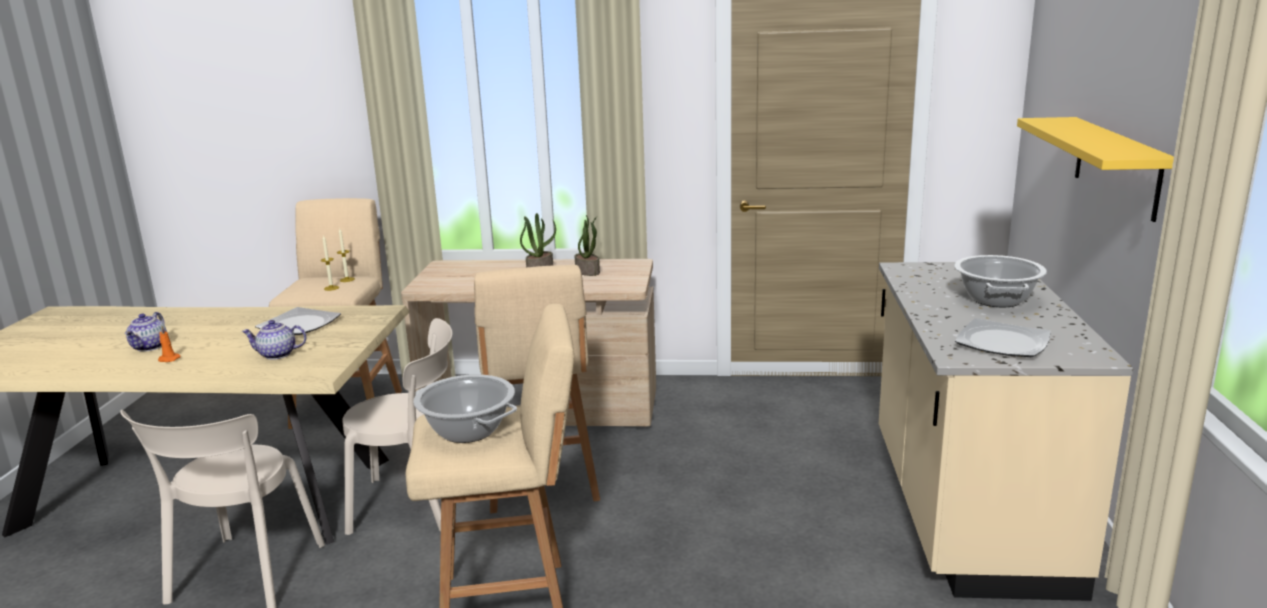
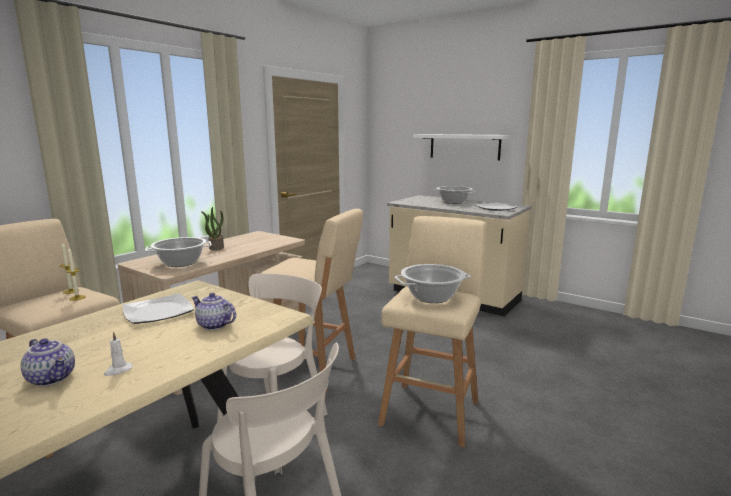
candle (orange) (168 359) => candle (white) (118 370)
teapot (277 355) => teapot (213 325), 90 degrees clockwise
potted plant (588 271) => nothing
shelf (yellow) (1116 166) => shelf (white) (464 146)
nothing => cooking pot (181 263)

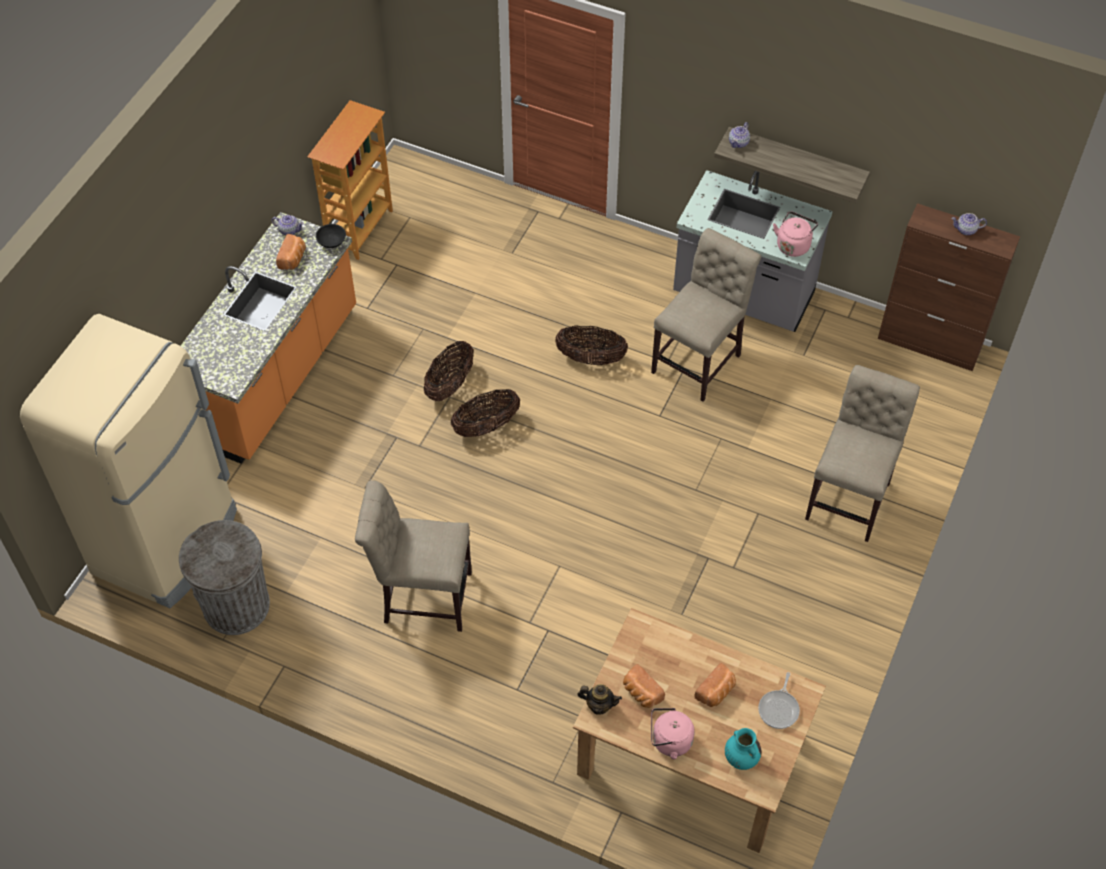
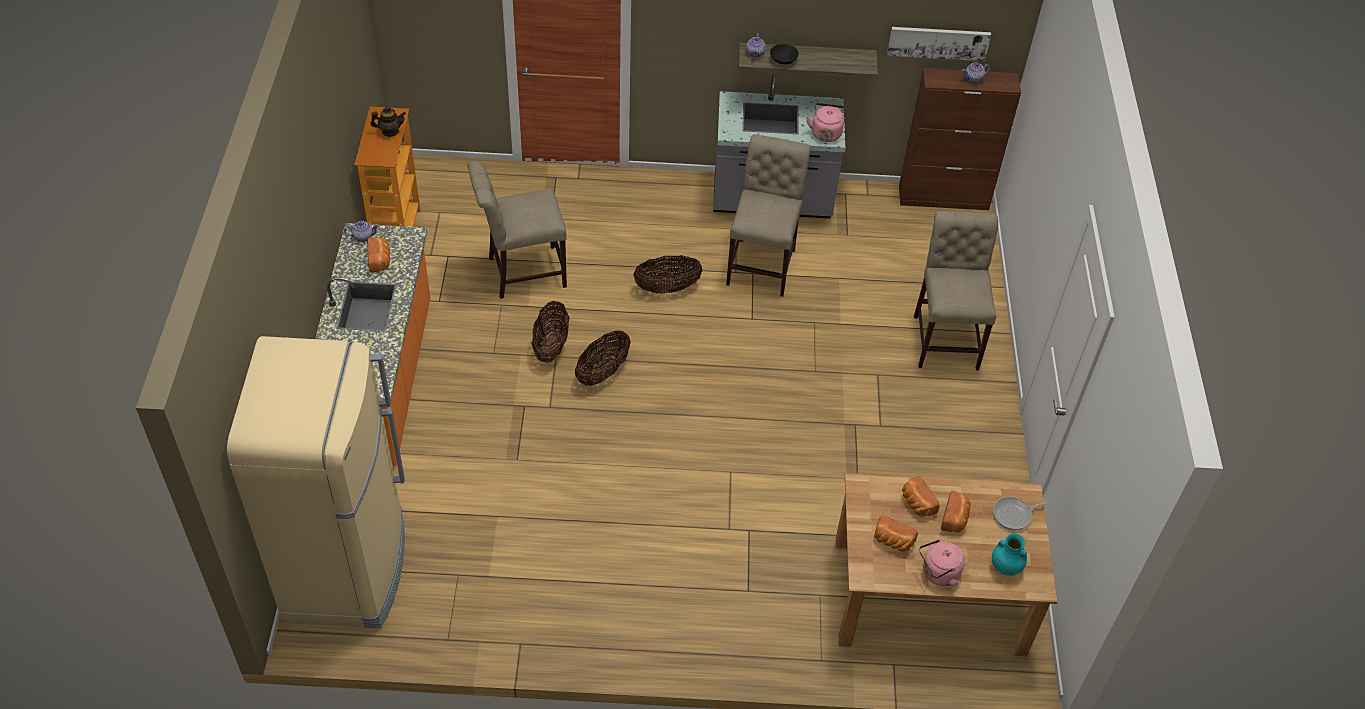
trash can (grey) (236 606) => nothing
bowl (black) (332 242) => bowl (black) (783 60), shifted
chair (beige) (422 596) => chair (beige) (522 272), shifted
teapot (599 705) => teapot (390 131), shifted
frying pan (779 709) => frying pan (1014 515), 75 degrees clockwise
nothing => picture (938 42)
nothing => bread (916 504)

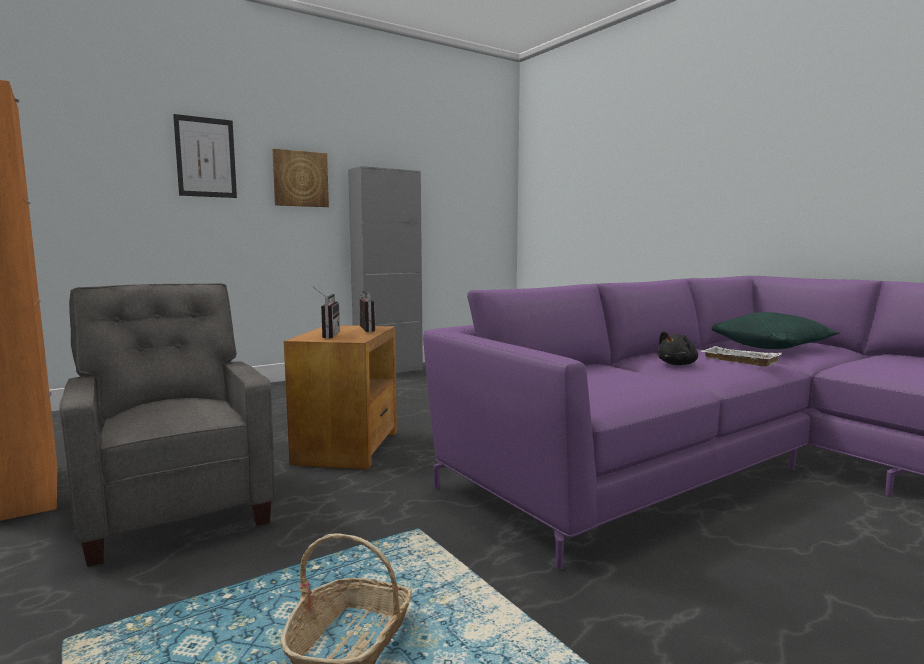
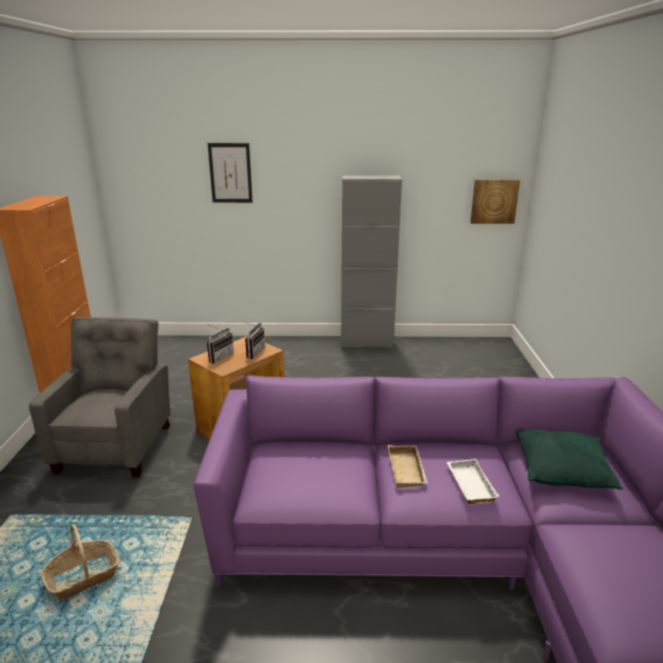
picture (300 179) => picture (494 201), shifted
plush toy (black) (678 364) => tray (beige) (408 470)

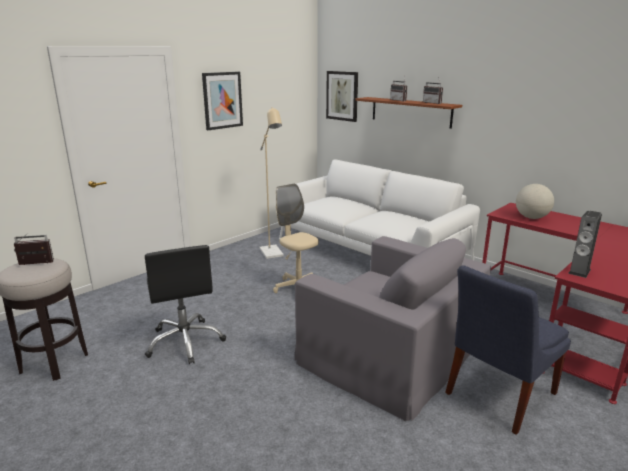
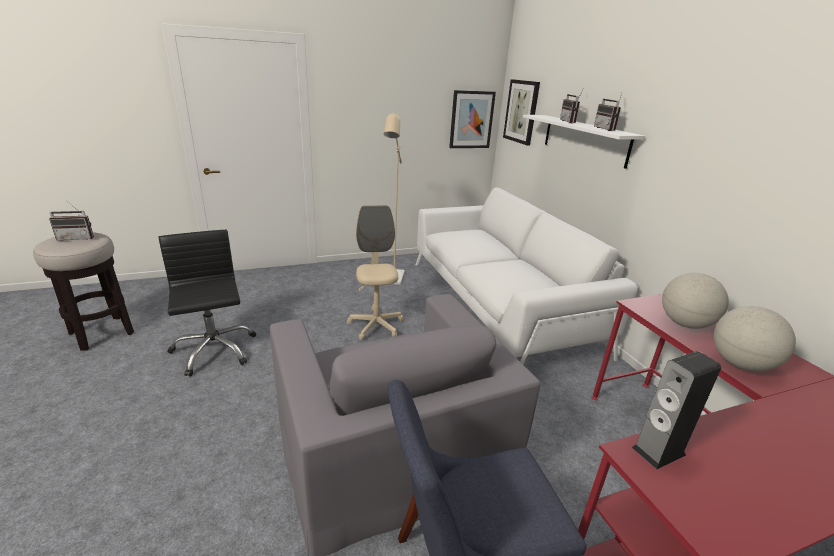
radio (35 264) => radio (77 237), 150 degrees clockwise
office chair (black) (185 342) => office chair (black) (214 350), 150 degrees clockwise
picture (222 100) => picture (471 120), shifted
shelf (brown) (410 112) => shelf (white) (584 139)
nothing => globe (740 364)

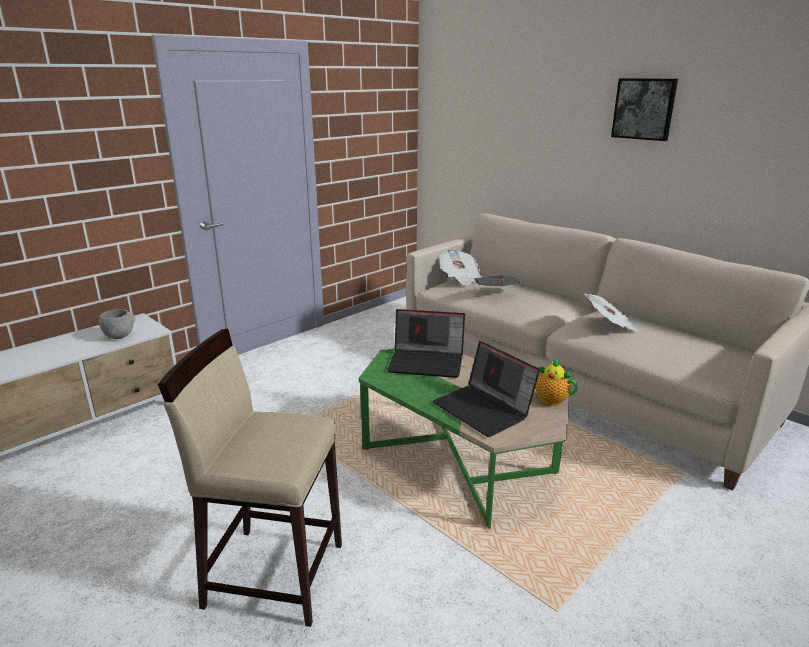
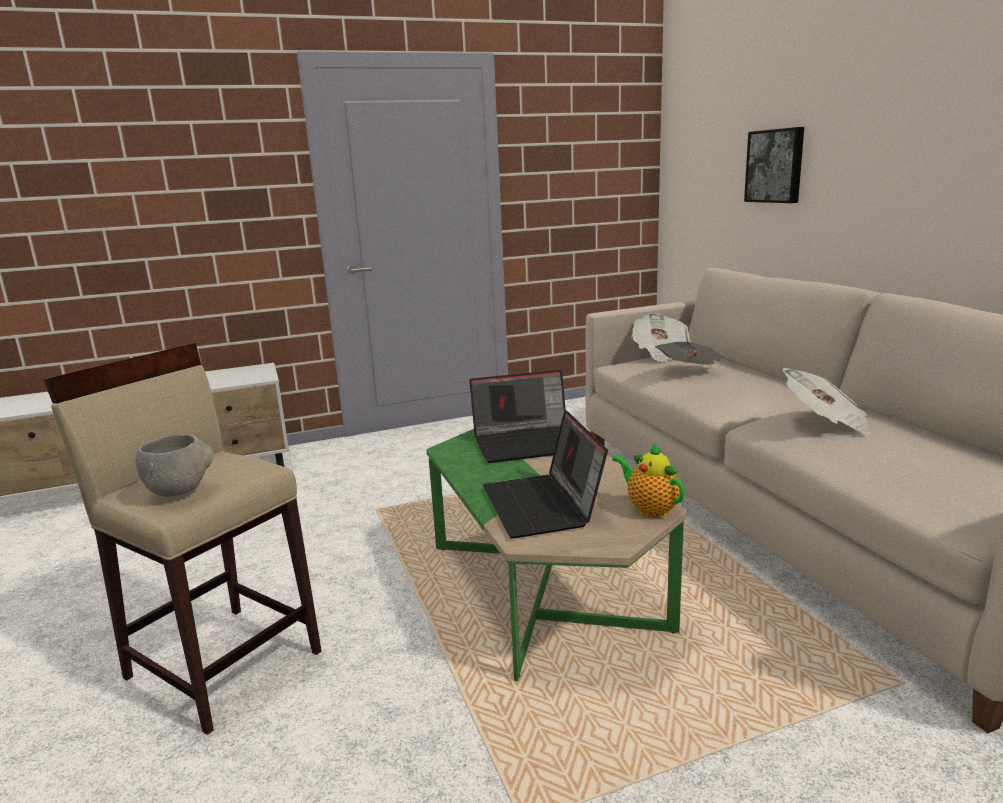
bowl (grey) (120 337) => bowl (grey) (180 492), shifted
laptop (427 362) => laptop (528 443), 45 degrees counterclockwise
picture (644 109) => picture (776 166), shifted

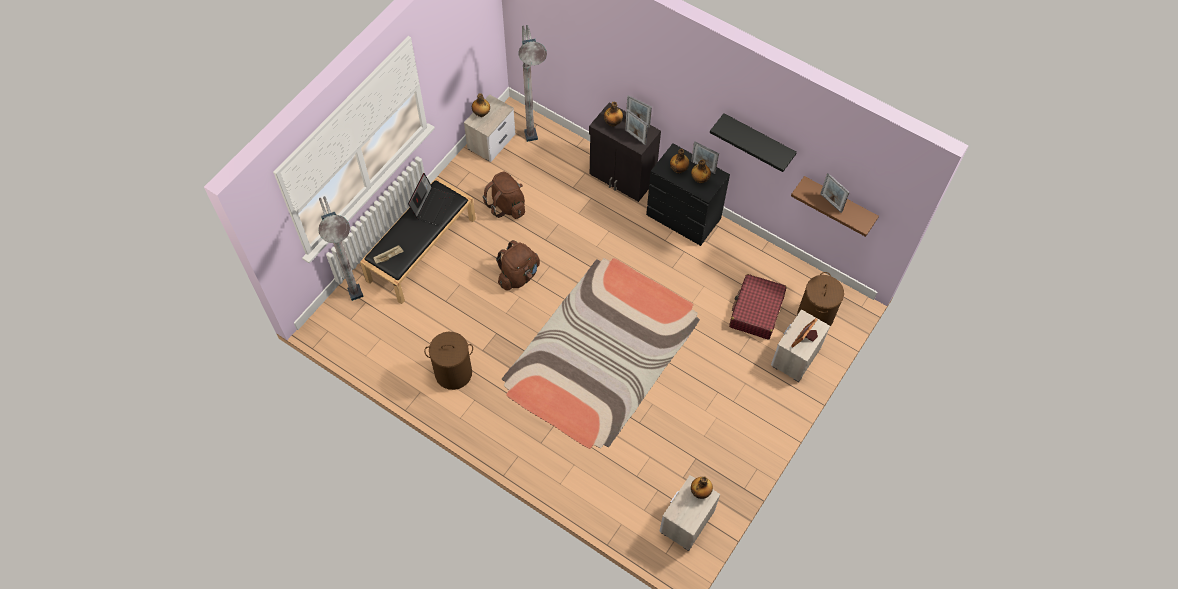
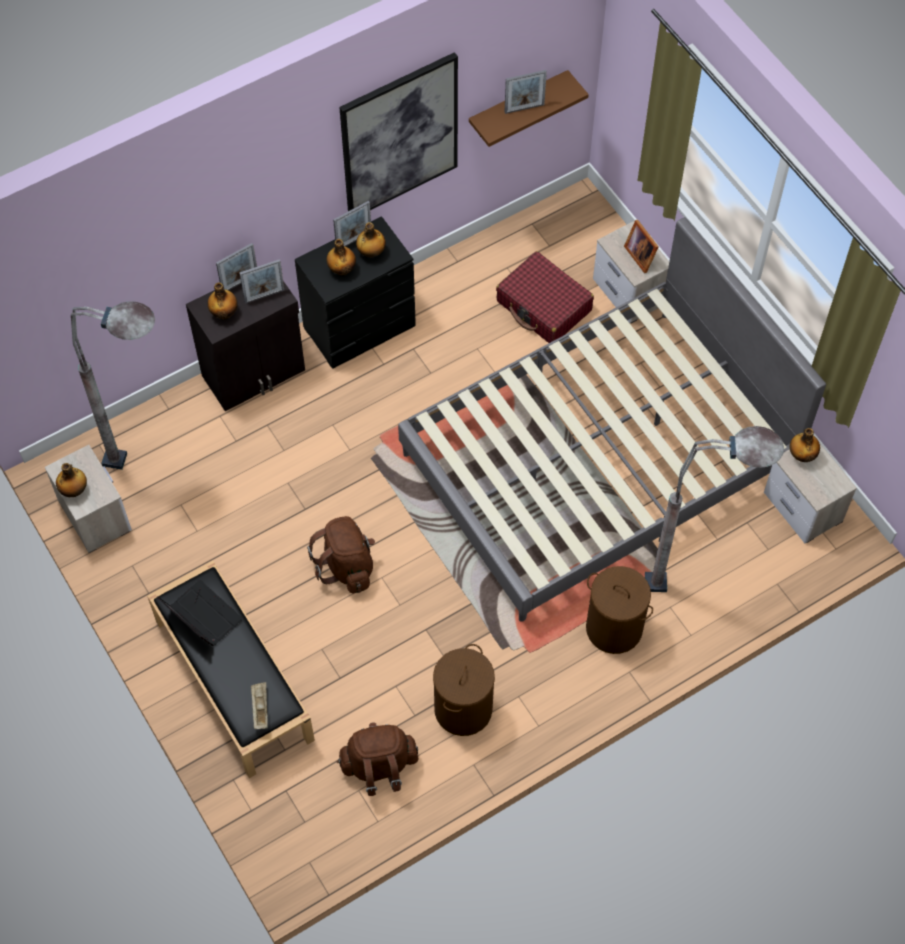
floor lamp (grey) (363 316) => floor lamp (grey) (699 584), shifted
backpack (brown) (507 205) => backpack (brown) (379 766), shifted
shelf (black) (758 140) => picture (399 136)
laundry basket (brown) (815 316) => laundry basket (brown) (613 628), shifted
nothing => bed (grey) (599 460)

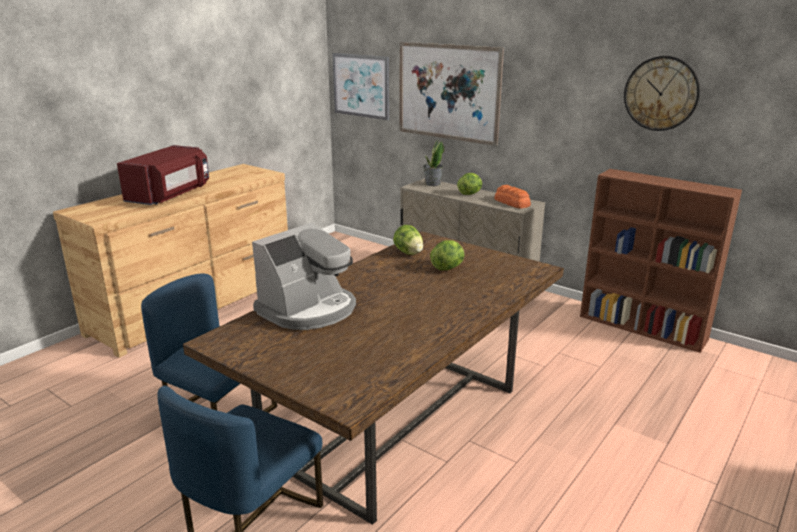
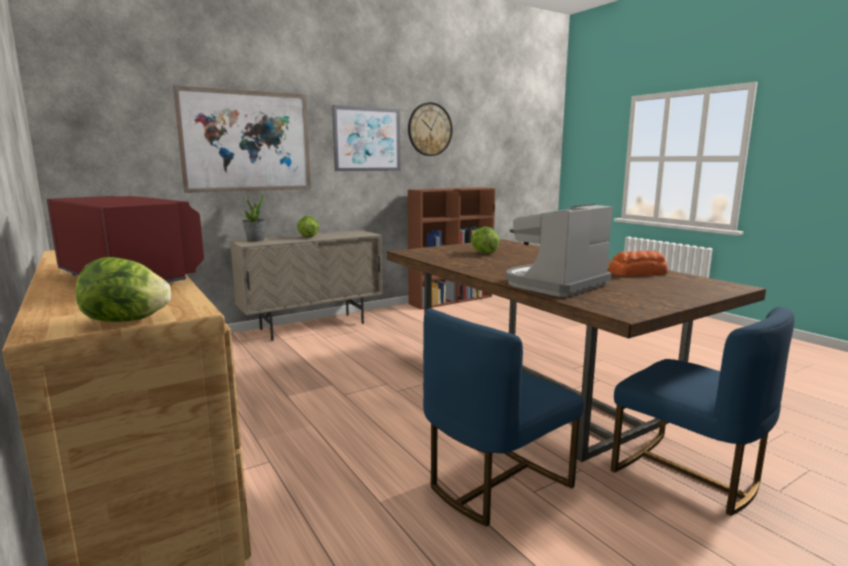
coffee machine (308 310) => coffee machine (554 284), 105 degrees counterclockwise
picture (361 86) => picture (367 139), shifted
lettuce (408 253) => lettuce (126 321), shifted
bread (512 203) => bread (638 273), shifted

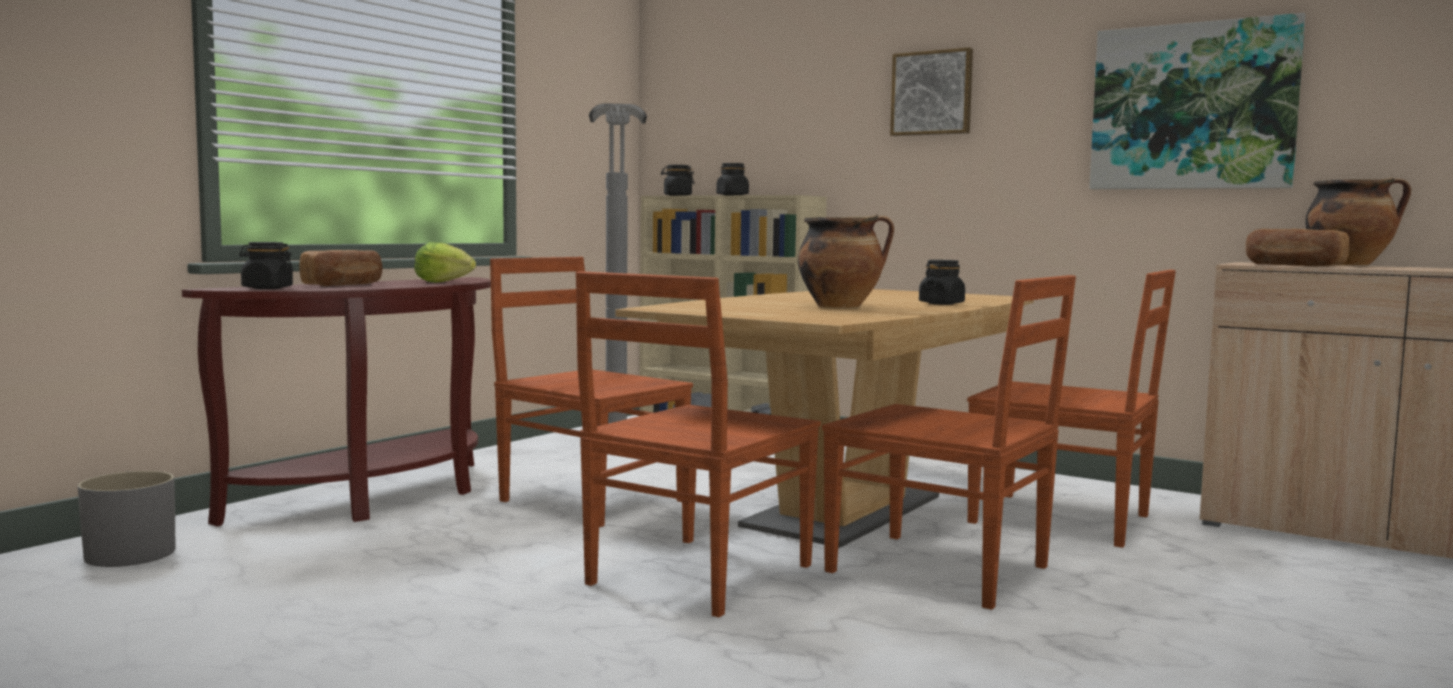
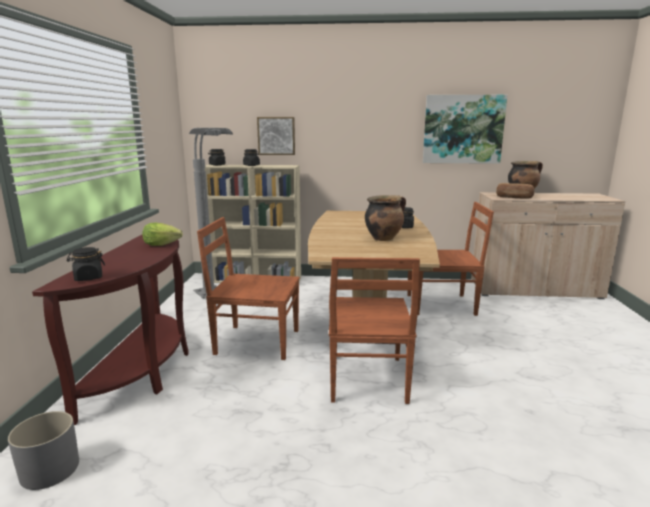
bread (344 284) => nothing
chair (brown) (942 570) => nothing
picture (932 93) => picture (276 136), shifted

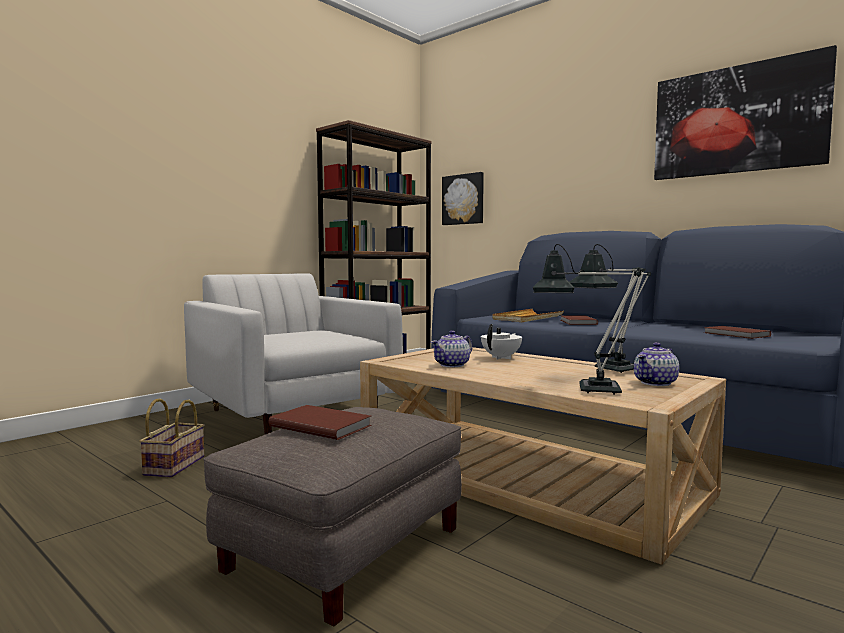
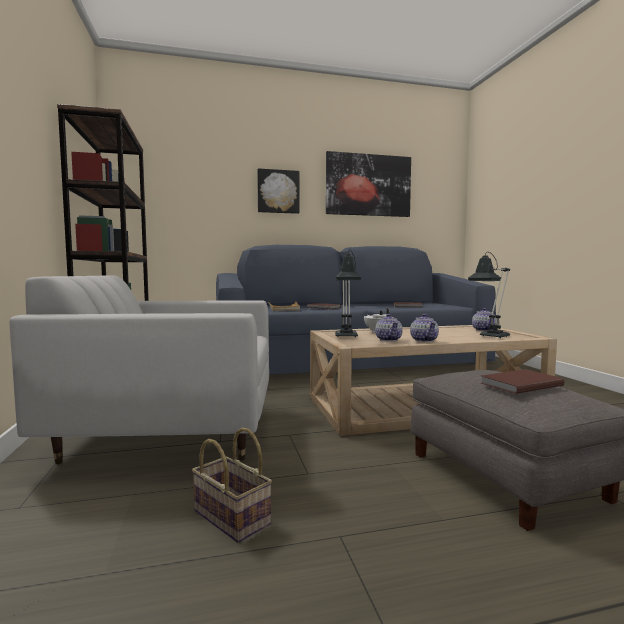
picture (463 199) => picture (278 191), shifted
table lamp (610 370) => table lamp (346 337), shifted
nothing => teapot (424 340)

